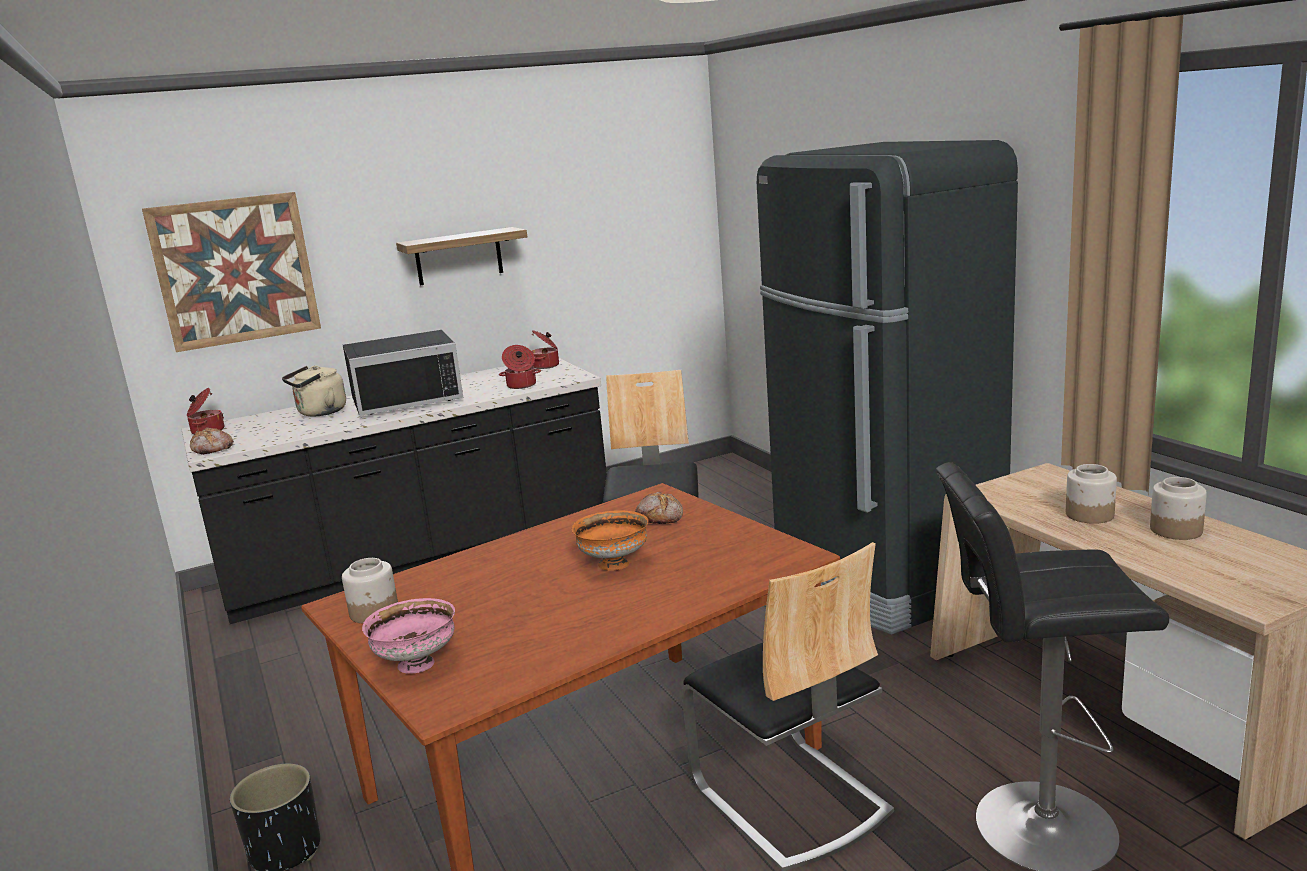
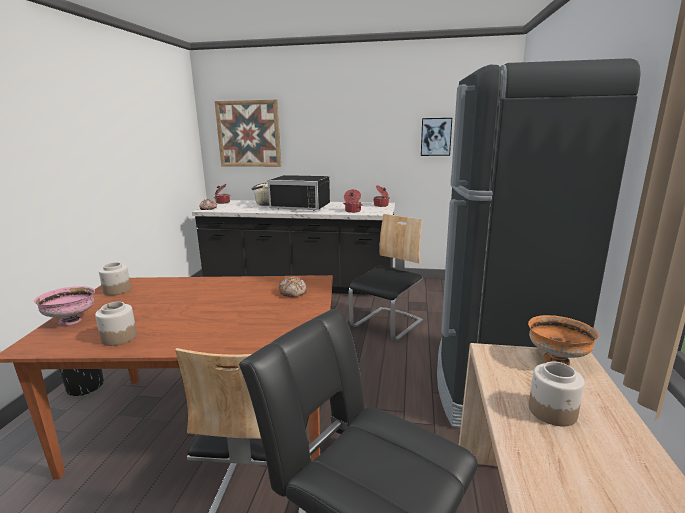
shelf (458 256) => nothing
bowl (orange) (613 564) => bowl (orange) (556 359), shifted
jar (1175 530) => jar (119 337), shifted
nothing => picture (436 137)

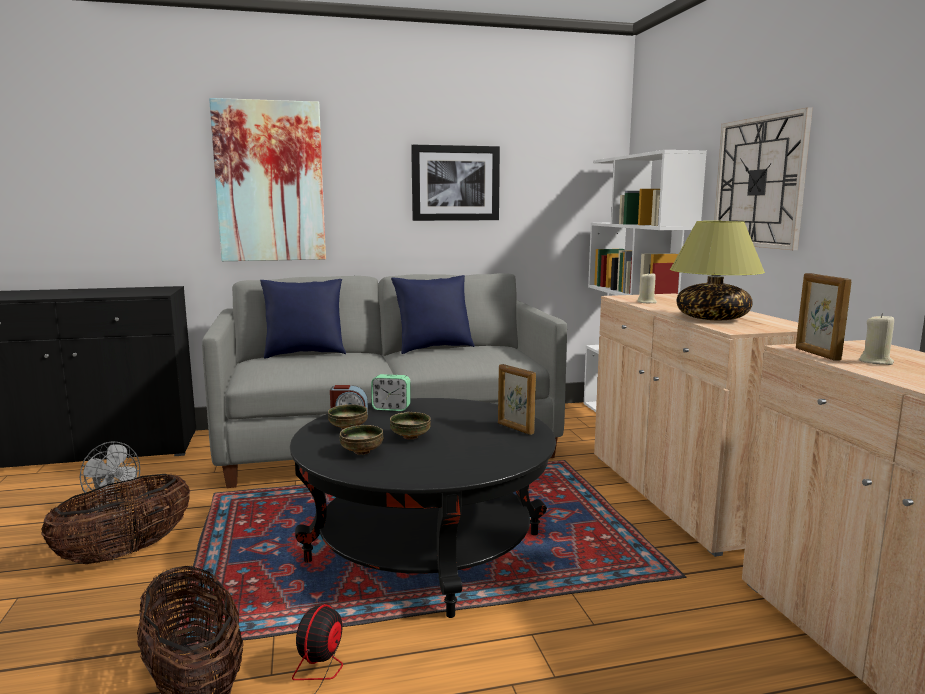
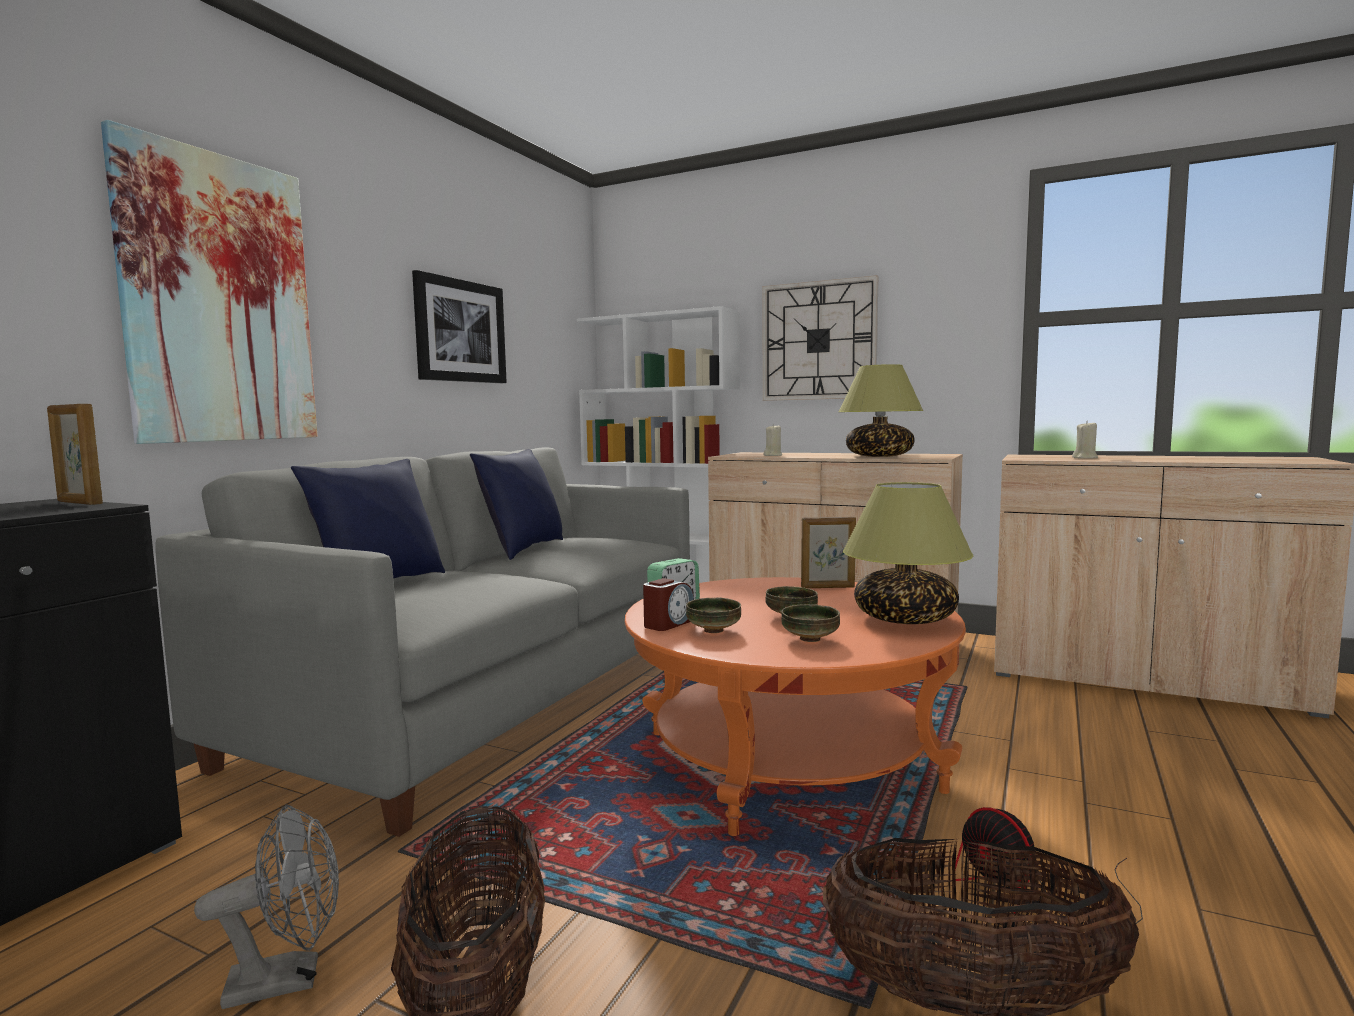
coffee table (black) (426 547) => coffee table (orange) (788 760)
picture frame (816 354) => picture frame (79 503), shifted
nothing => table lamp (905 619)

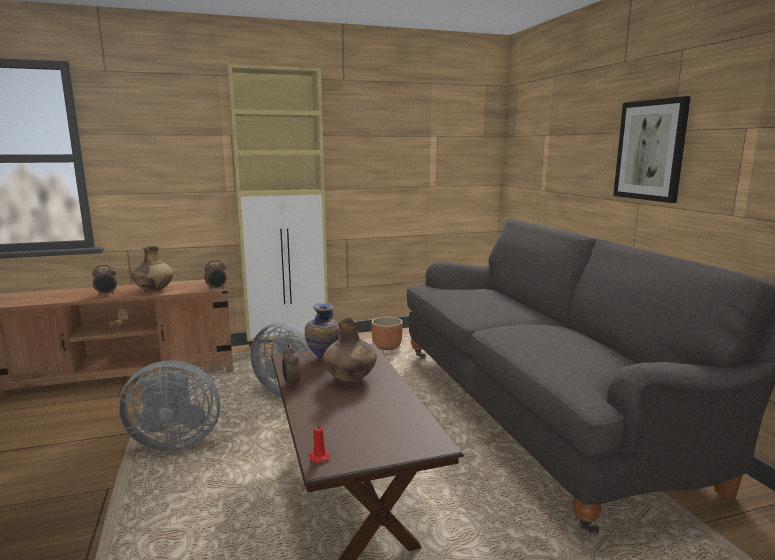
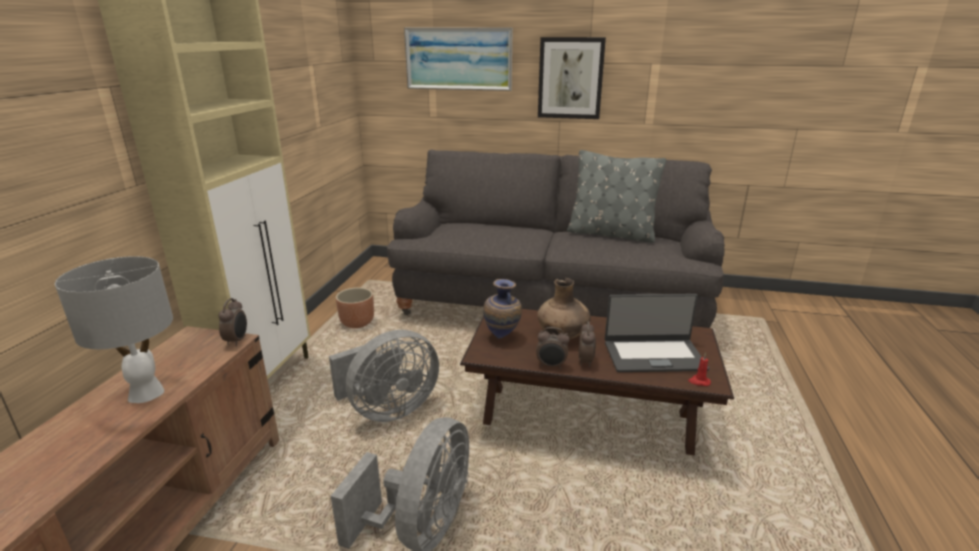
alarm clock (106 294) => alarm clock (586 361), shifted
vase (brown) (154 289) => table lamp (grey) (146 392)
nothing => picture (458 59)
nothing => pillow (grey) (611 234)
nothing => laptop (653 355)

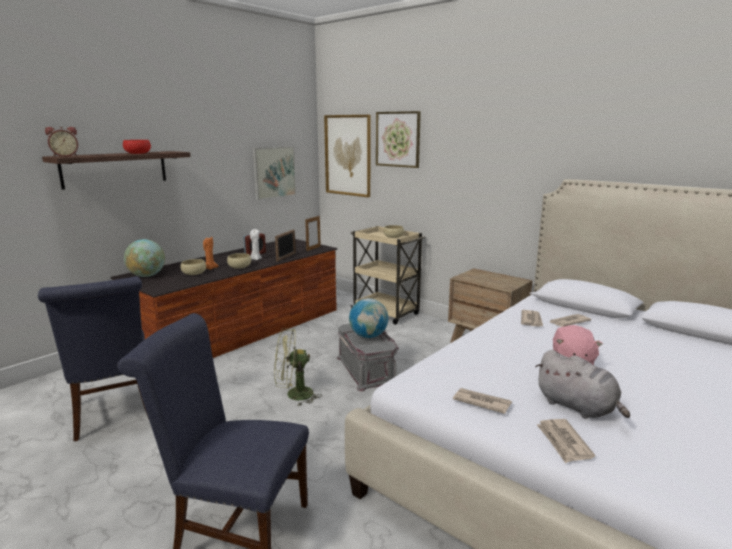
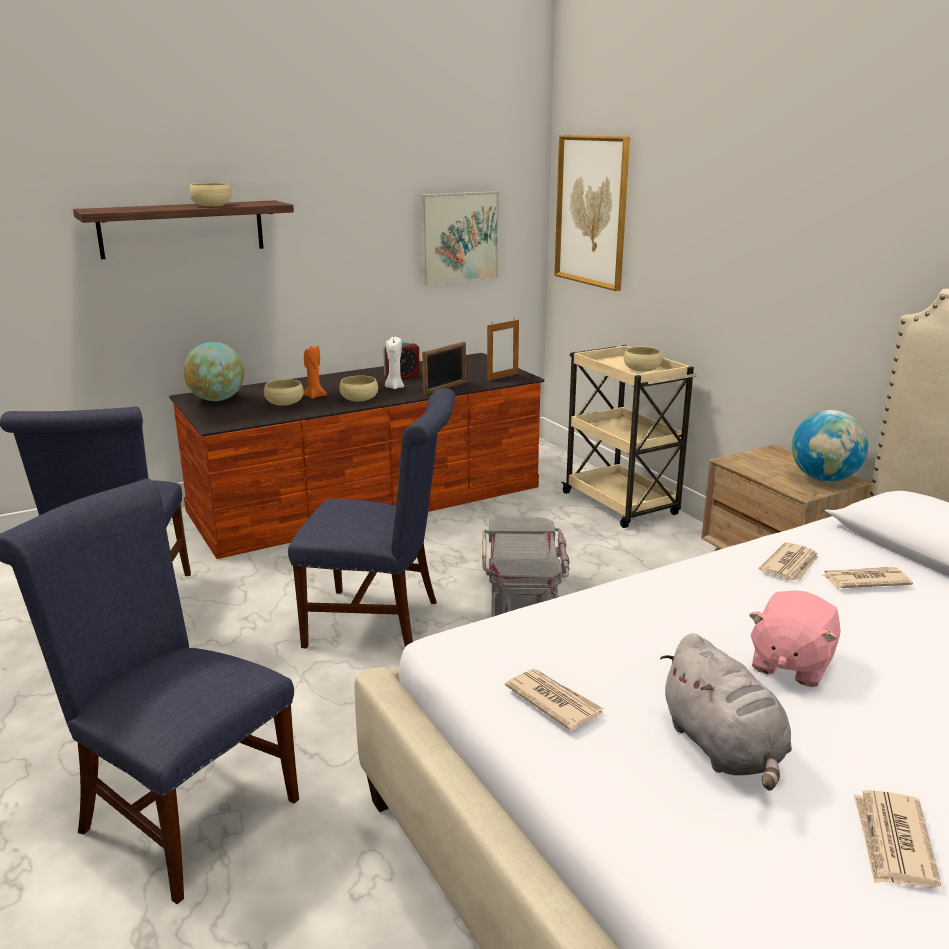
alarm clock (65 156) => nothing
bowl (red) (137 153) => bowl (beige) (211 205)
fan (green) (294 395) => chair (blue) (382 623)
globe (368 336) => globe (824 479), shifted
picture (398 139) => nothing
newspaper (563 442) => newspaper (893 842), shifted

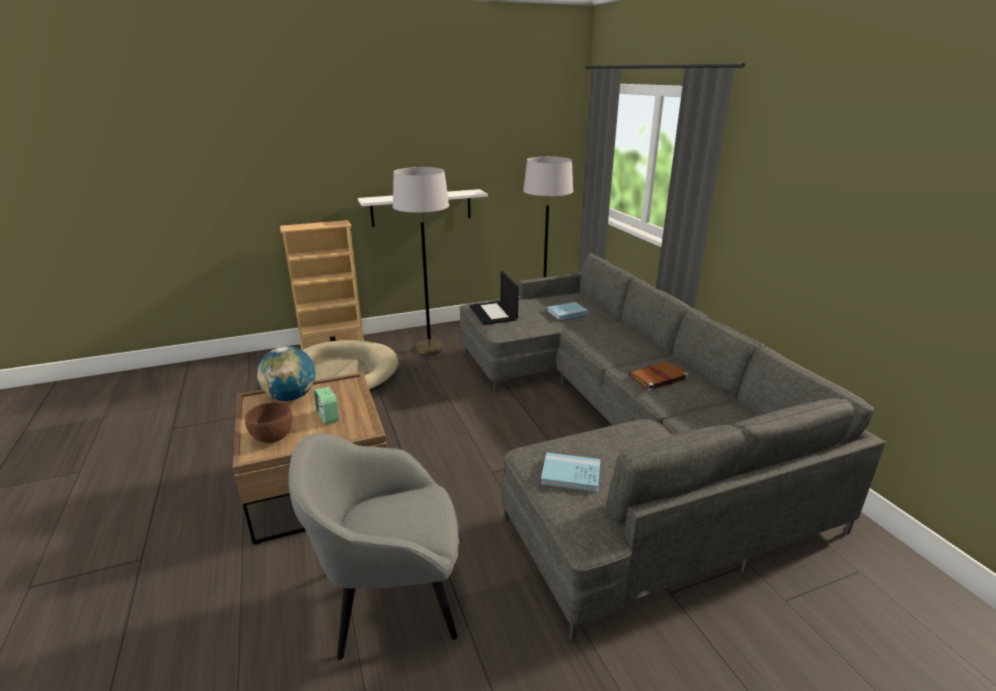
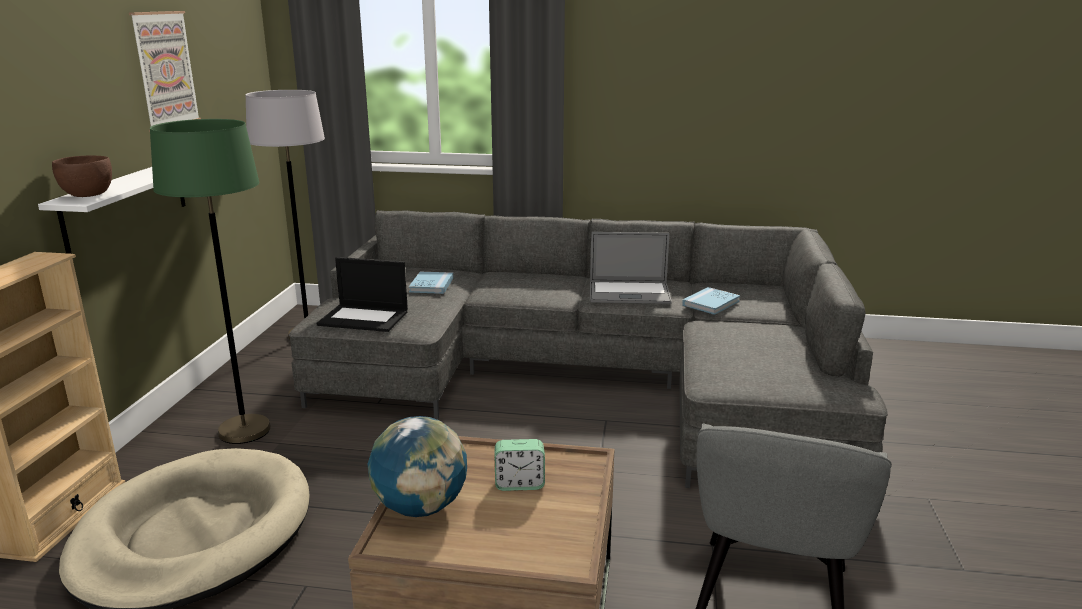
bowl (brown) (272 437) => bowl (brown) (88 196), shifted
floor lamp (grey) (429 348) => floor lamp (green) (244 431)
book (blue) (570 474) => book (blue) (711 303), shifted
book (brown) (657 378) => laptop (629 293)
nothing => picture (164 70)

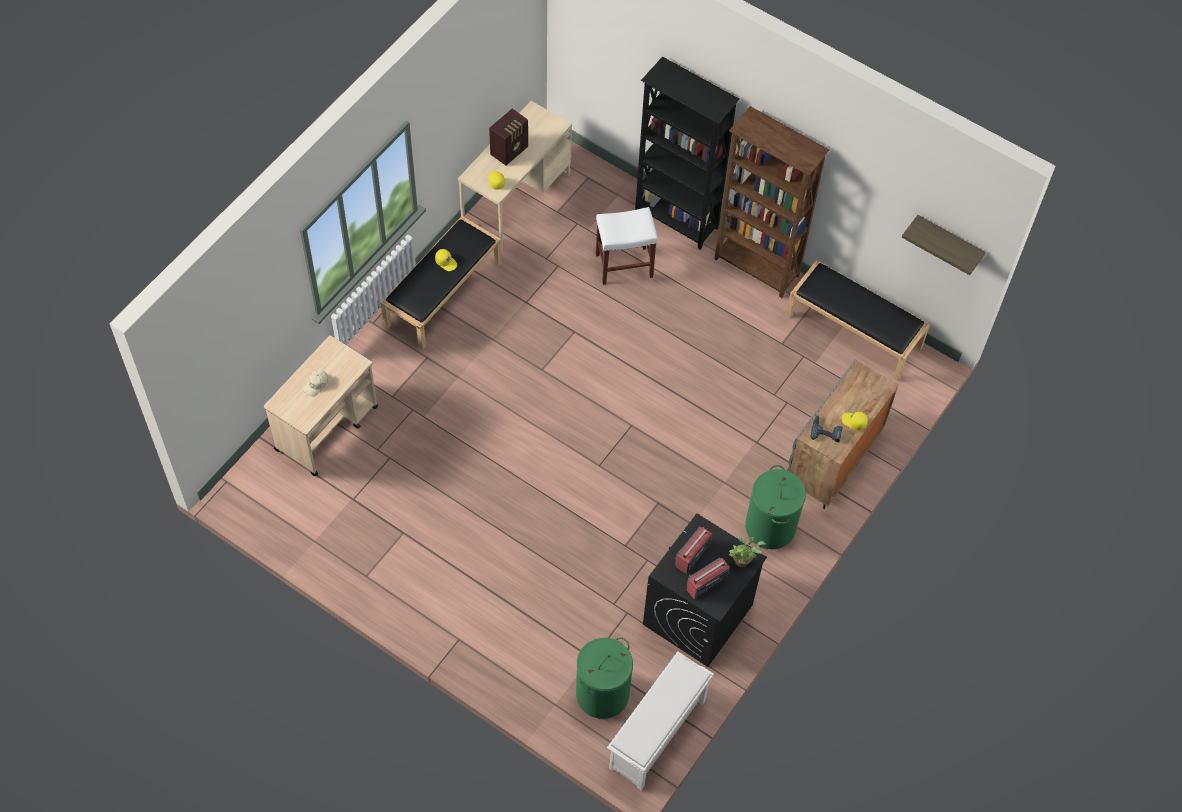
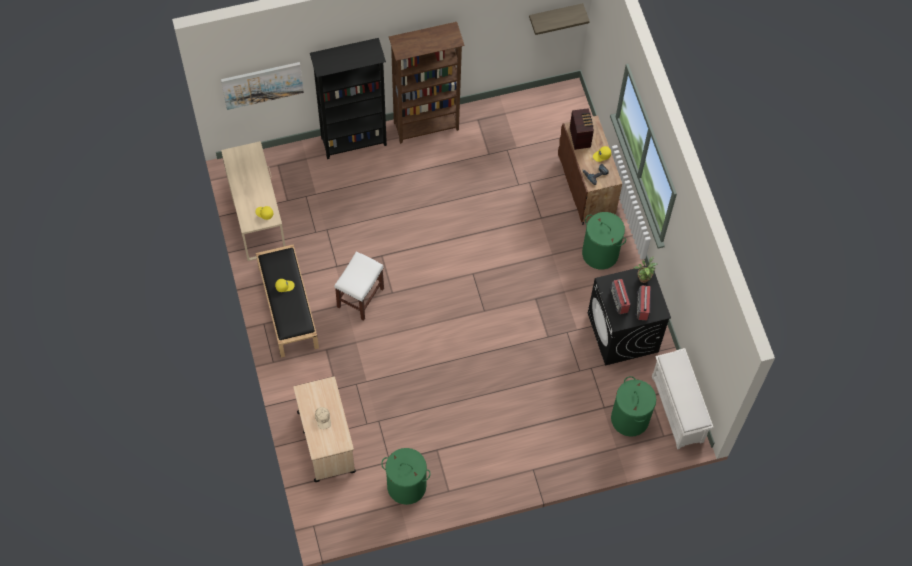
radio (510 150) => radio (580 137), shifted
stool (white) (624 265) => stool (white) (360 297), shifted
bench (black) (854 331) => nothing
cabinet (grey) (833 460) => cabinet (brown) (586 188)
nothing => picture (262 84)
nothing => laundry basket (green) (406 486)

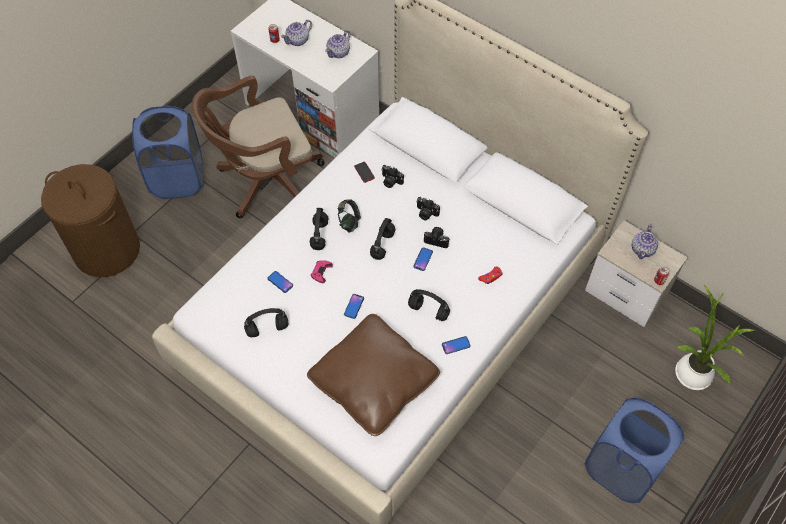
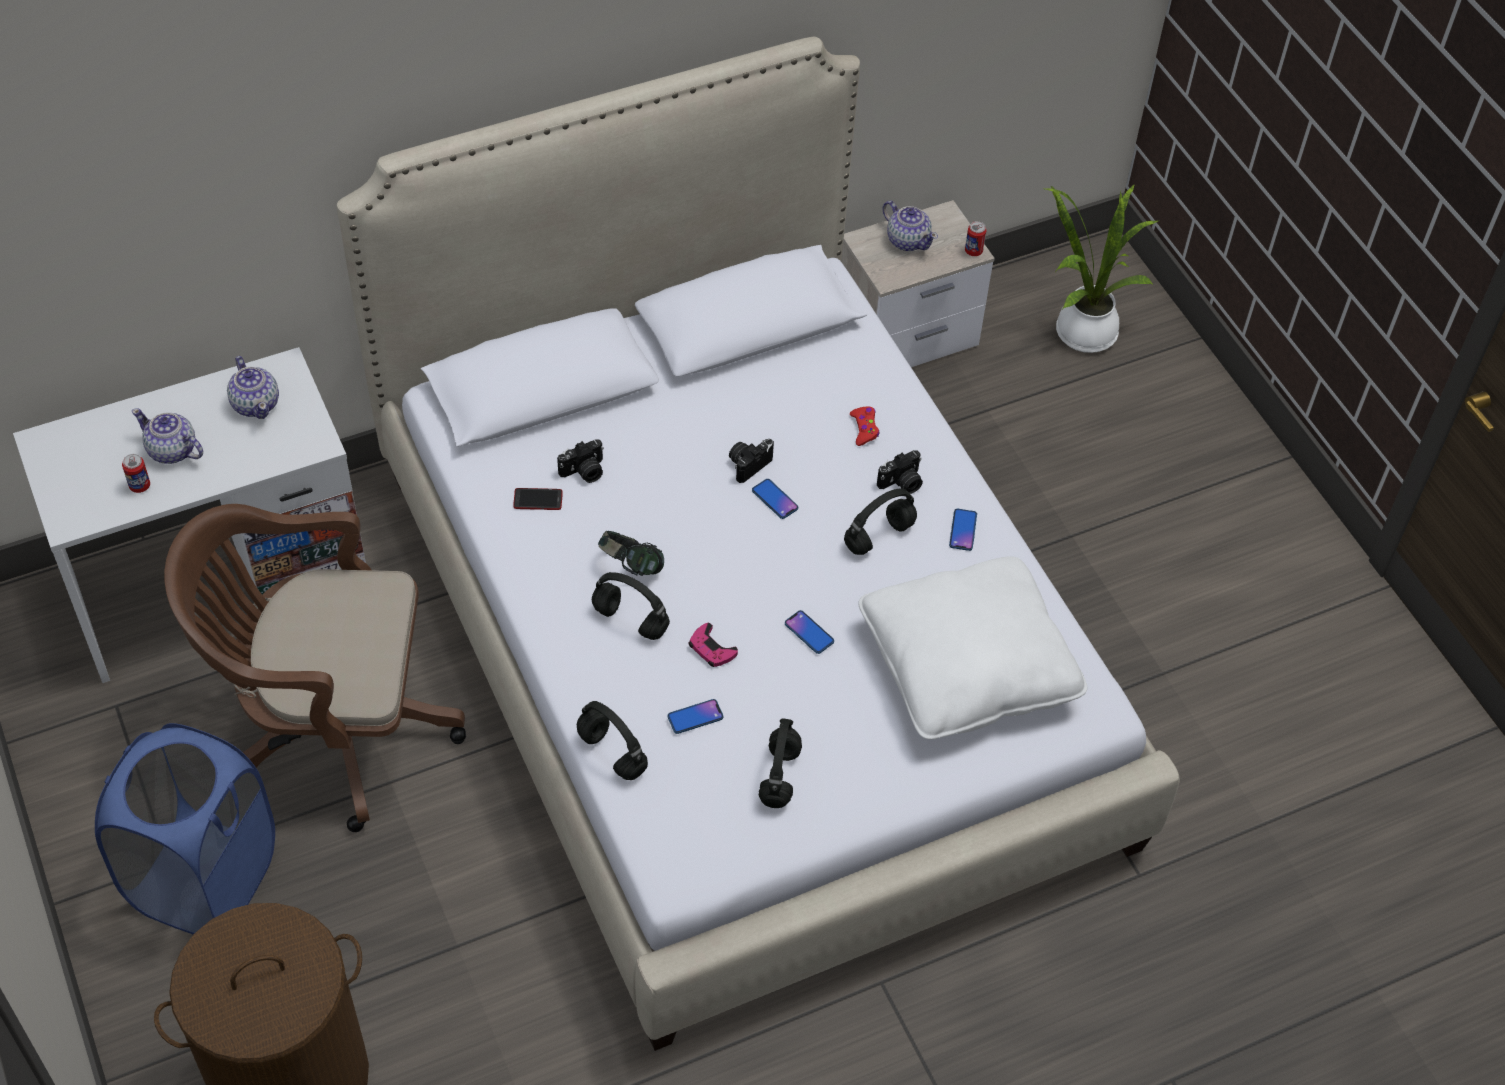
office chair (brown) (266 182) => office chair (brown) (329 728), 90 degrees clockwise
teapot (298 40) => teapot (172 451), 135 degrees clockwise
pillow (brown) (374 381) => pillow (white) (967 667)
headphones (black) (382 244) => headphones (black) (610 753), shifted
photo camera (426 213) => photo camera (902 483), shifted
laundry basket (blue) (621 468) => nothing

